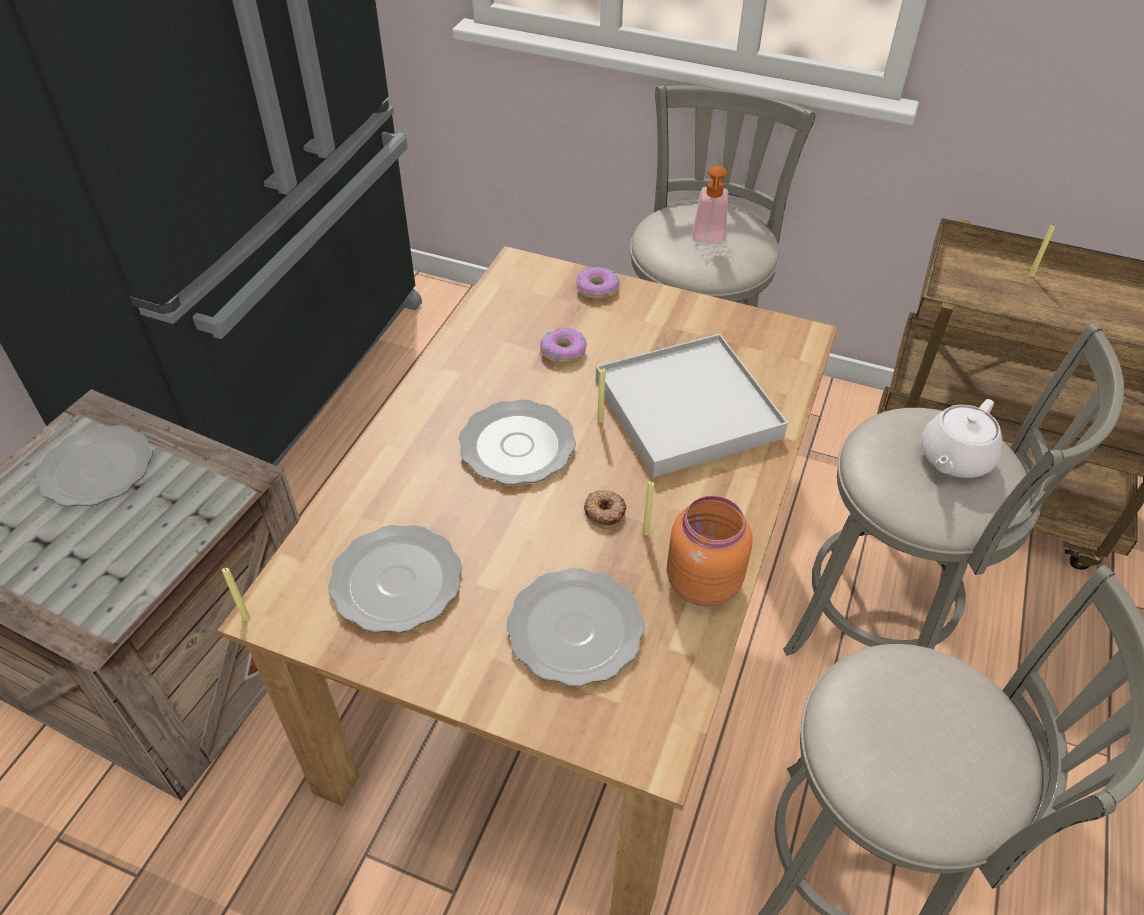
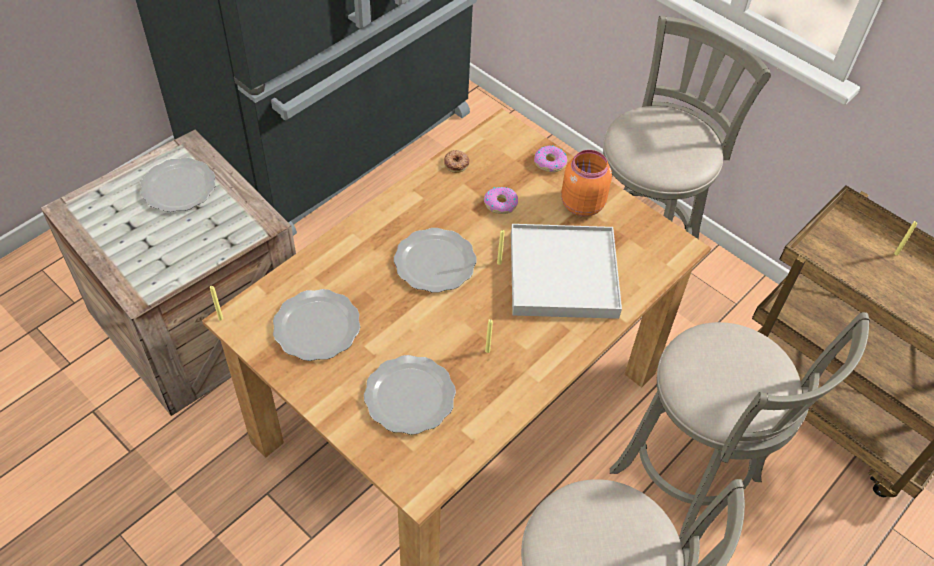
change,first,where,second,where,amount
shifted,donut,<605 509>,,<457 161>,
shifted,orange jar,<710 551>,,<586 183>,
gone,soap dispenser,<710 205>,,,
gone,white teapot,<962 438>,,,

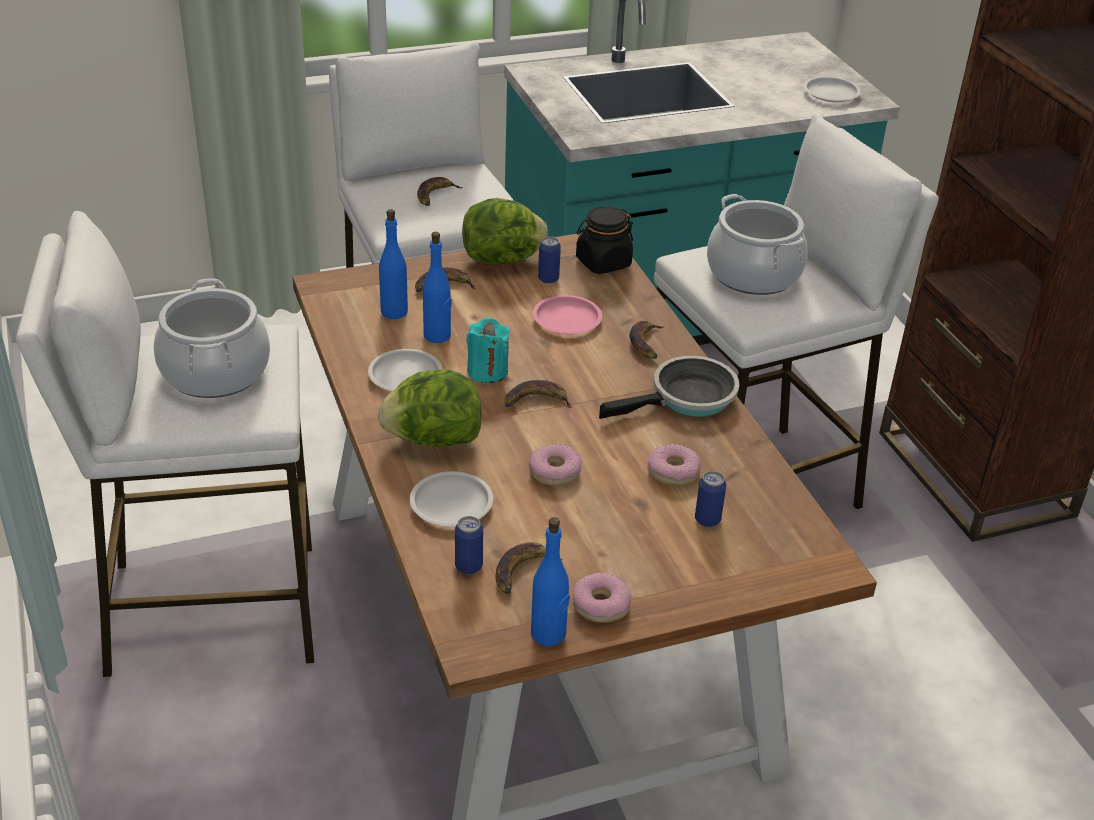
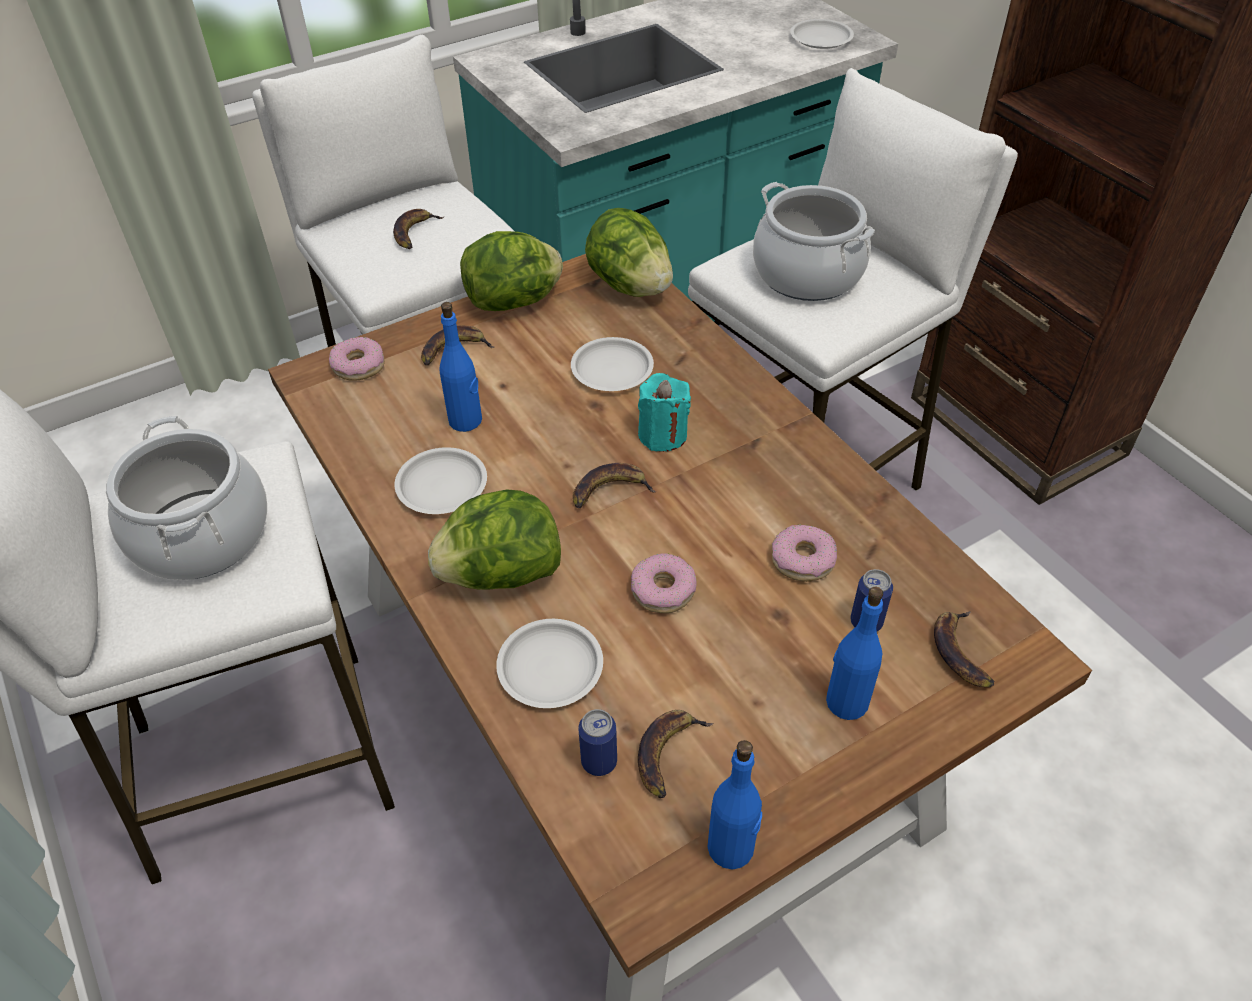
change,first,where,second,where,amount
shifted,donut,<602 598>,,<357 359>,
repainted,pink plate,<567 314>,white plate,<612 364>,
swapped,black jar,<604 240>,lettuce,<629 252>,
shifted,turquoise candle,<488 350>,,<664 412>,
shifted,blue bottle,<393 264>,,<854 653>,
shifted,banana,<647 340>,,<964 649>,
gone,can,<549 260>,,,
gone,frying pan,<669 387>,,,

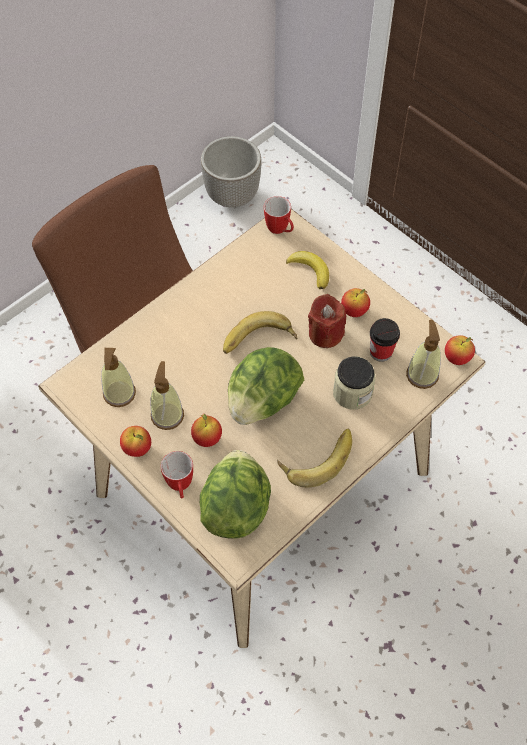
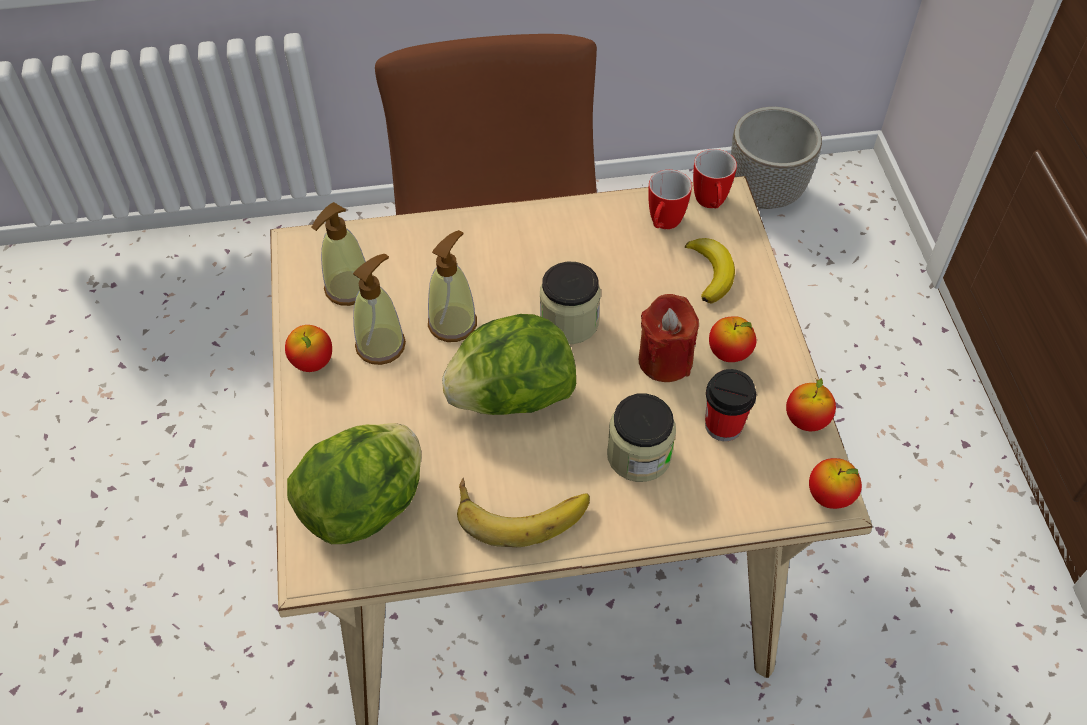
change,first,where,second,where,amount
shifted,soap dispenser,<423 354>,,<452 286>,
swapped,banana,<260 332>,jar,<570 303>,
shifted,mug,<177 474>,,<670 199>,
shifted,apple,<206 430>,,<811 404>,

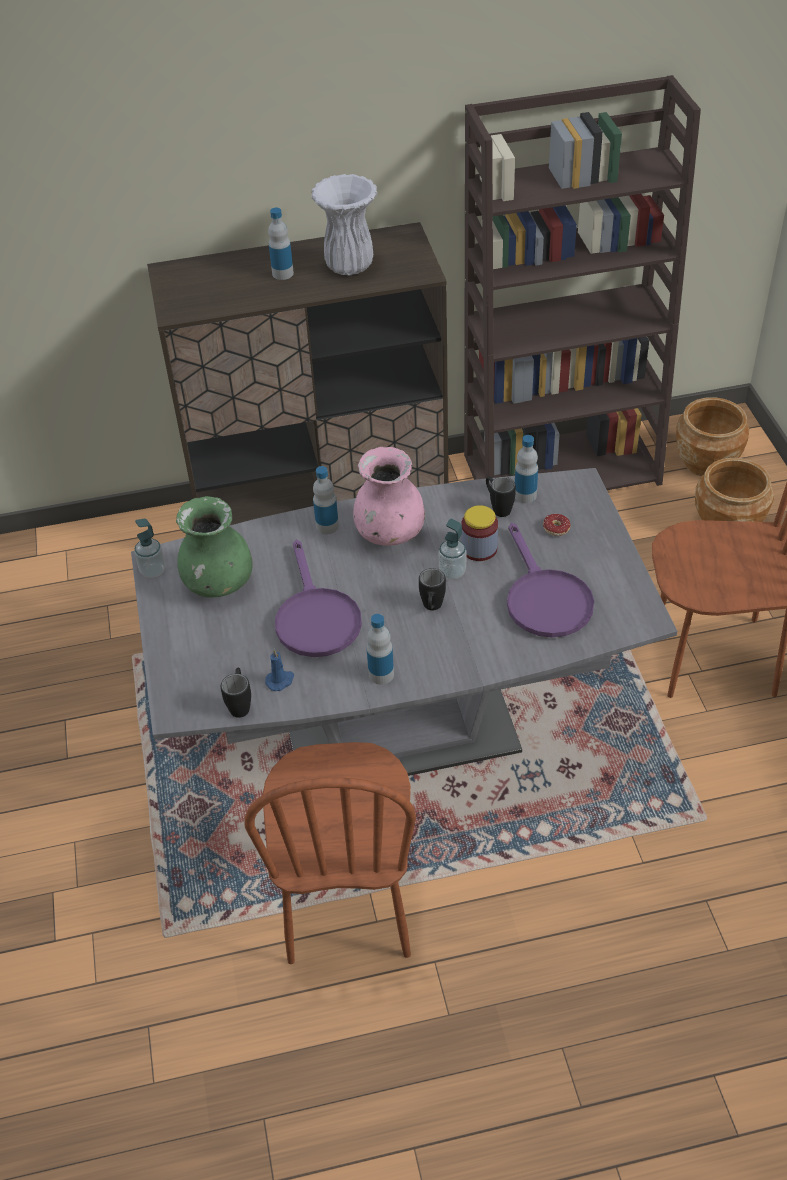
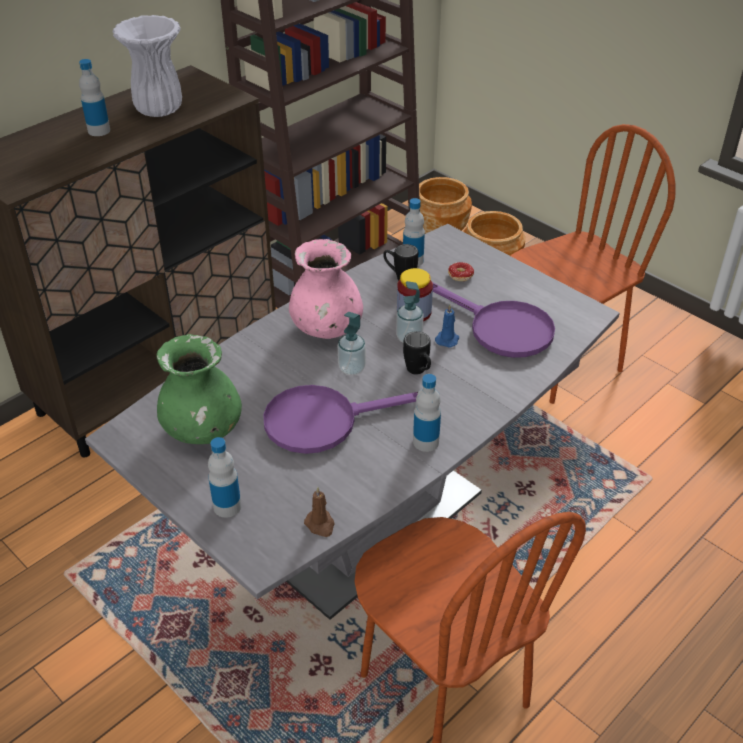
change,first,where,second,where,amount
shifted,bottle,<326 500>,,<224 477>,
rotated,purple frying pan,<318 598>,,<340 419>,120 degrees clockwise
swapped,black mug,<236 693>,brown candle,<319 512>,
shifted,soap dispenser,<149 548>,,<352 343>,
shifted,blue candle,<279 670>,,<447 326>,

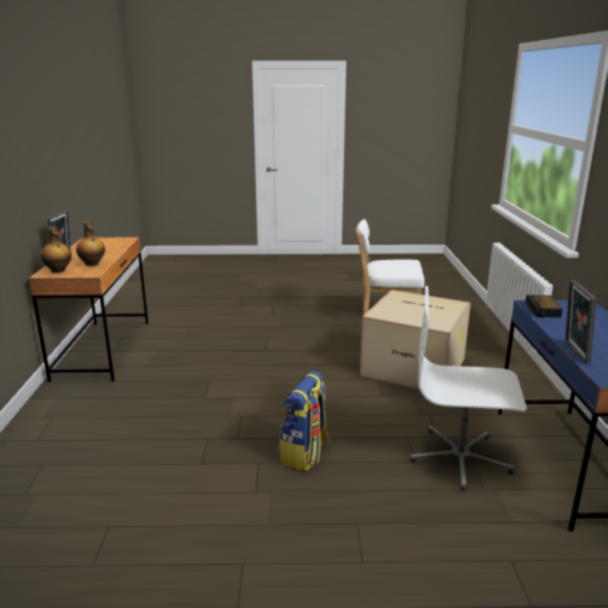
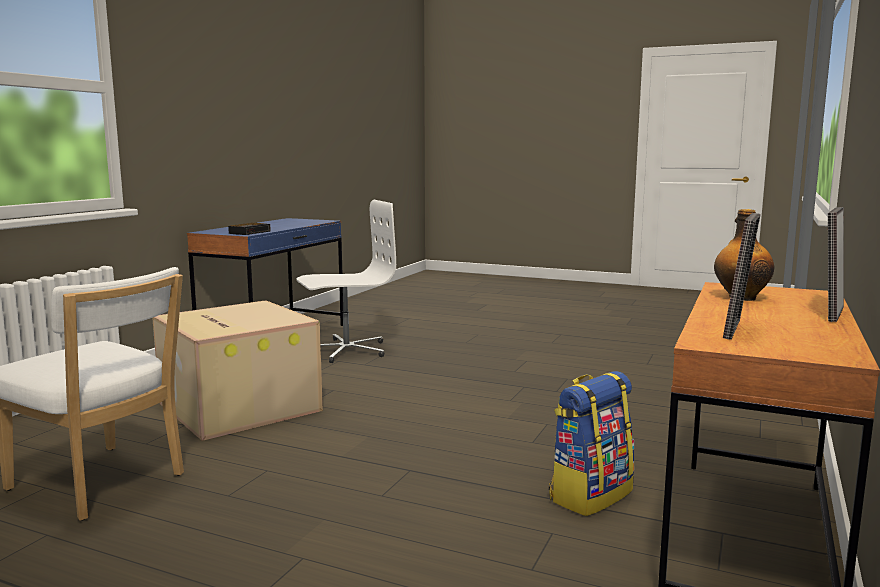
change,first,where,second,where,amount
rotated,white office chair,<468 388>,,<346 281>,60 degrees counterclockwise
shifted,backpack,<304 421>,,<592 443>,
shifted,picture frame,<580 322>,,<742 276>,
gone,bottle,<56 249>,,,

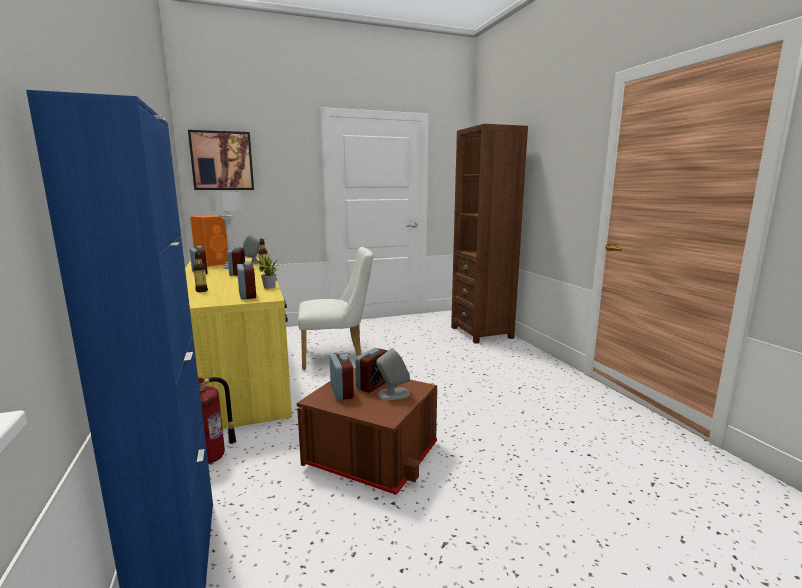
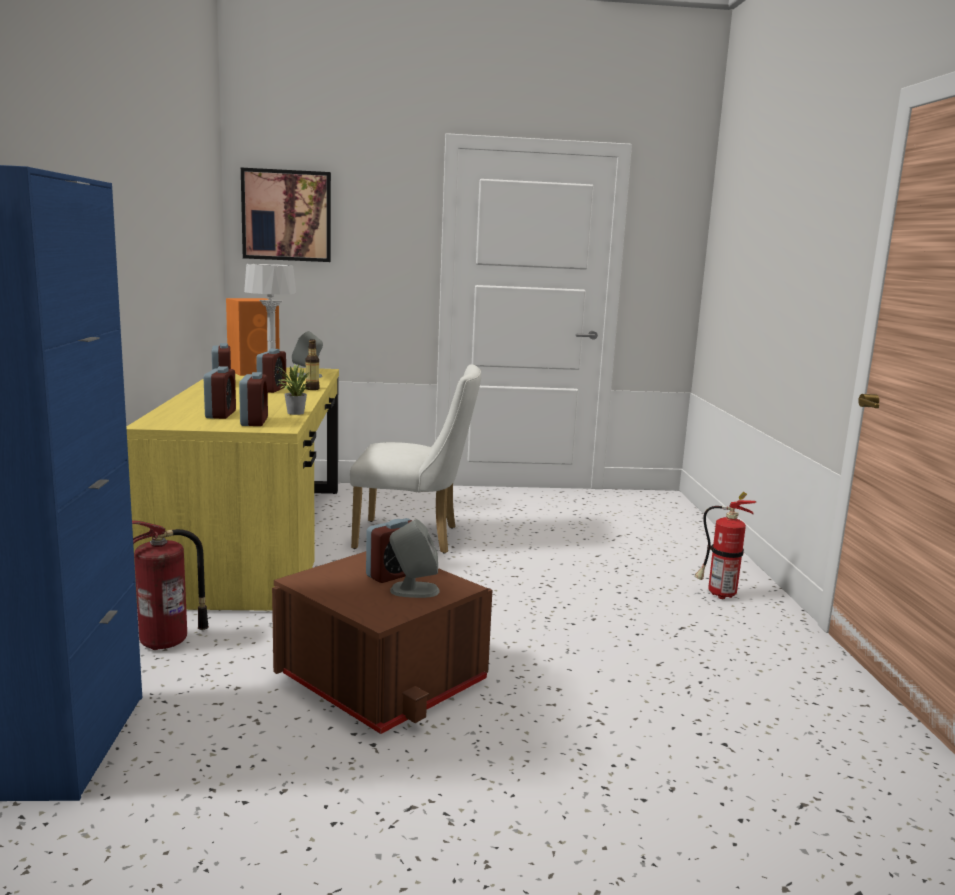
change,first,where,second,where,amount
shifted,alarm clock,<342 376>,,<220 392>,
new,,,fire extinguisher,<725 545>,
gone,bottle,<200 271>,,,
gone,brown bookcase,<489 234>,,,

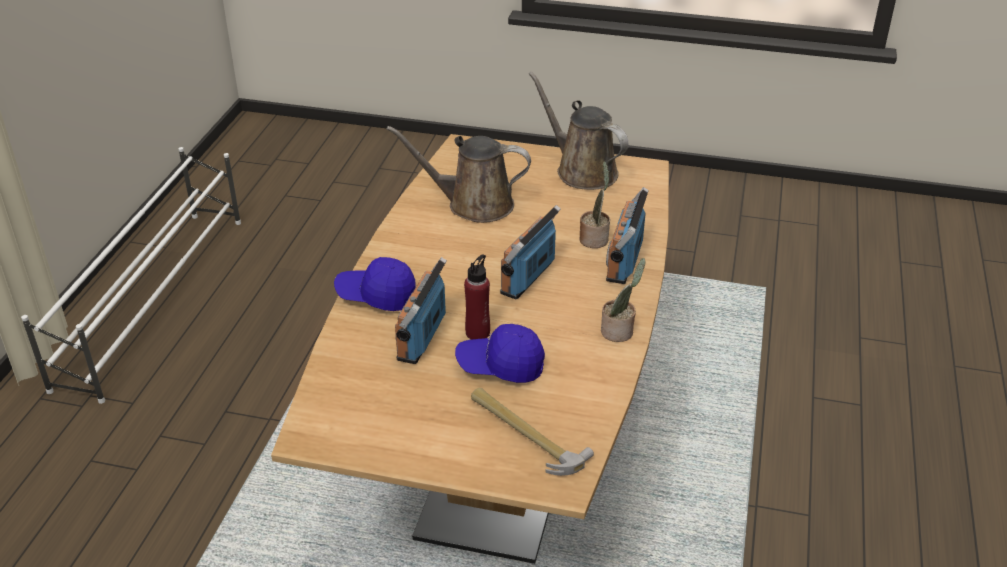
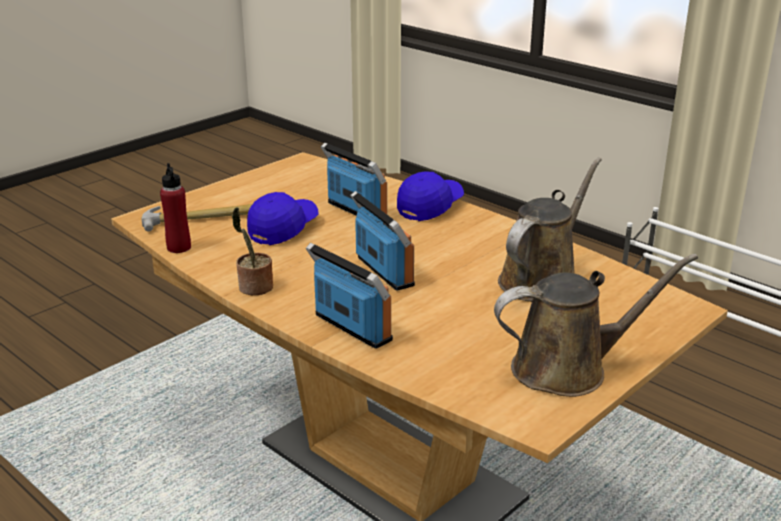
change,first,where,second,where,amount
shifted,red bottle,<477 297>,,<175 208>,
gone,potted plant,<594 204>,,,

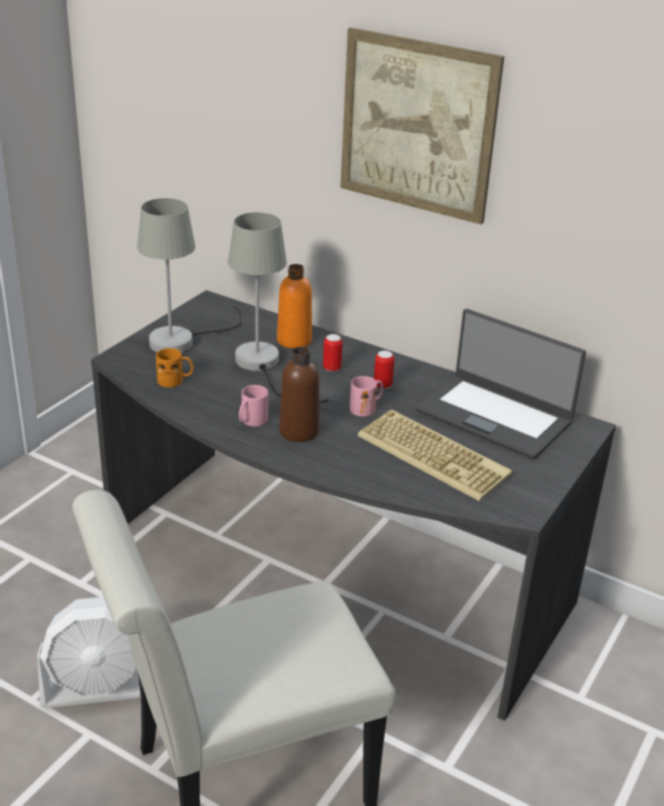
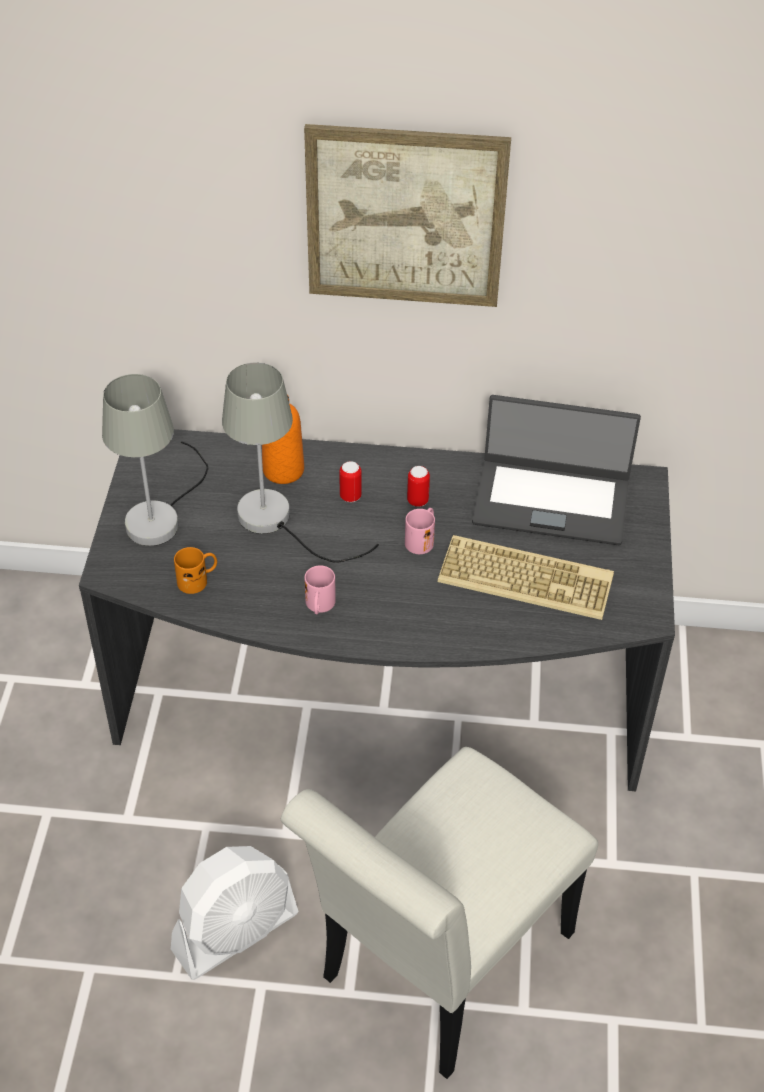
change,first,where,second,where,amount
gone,brown bottle,<299 394>,,,

